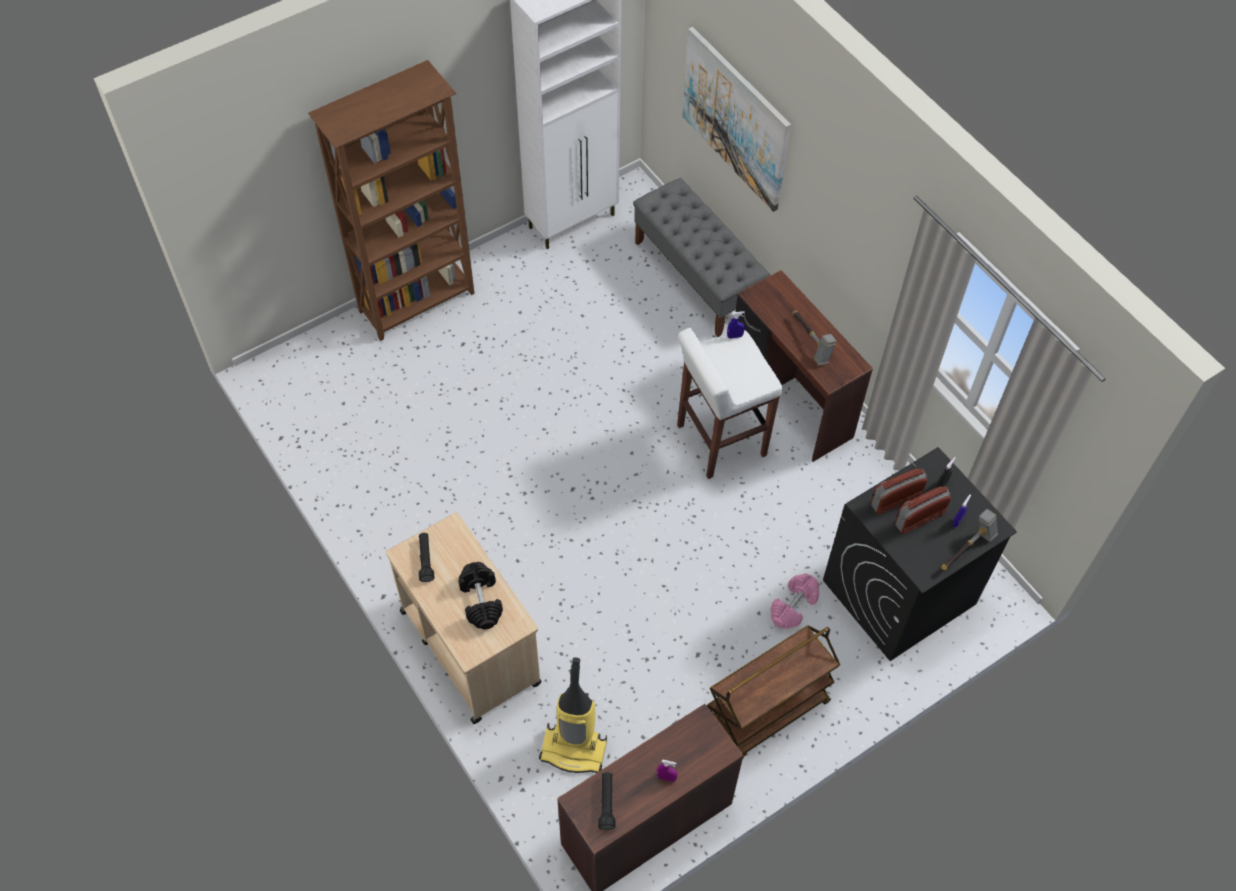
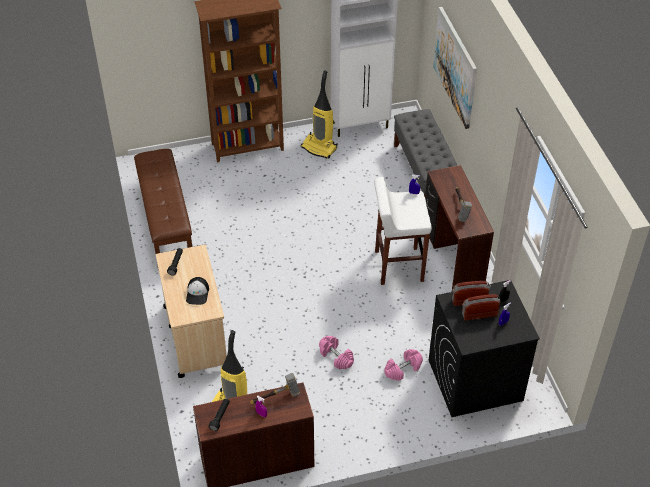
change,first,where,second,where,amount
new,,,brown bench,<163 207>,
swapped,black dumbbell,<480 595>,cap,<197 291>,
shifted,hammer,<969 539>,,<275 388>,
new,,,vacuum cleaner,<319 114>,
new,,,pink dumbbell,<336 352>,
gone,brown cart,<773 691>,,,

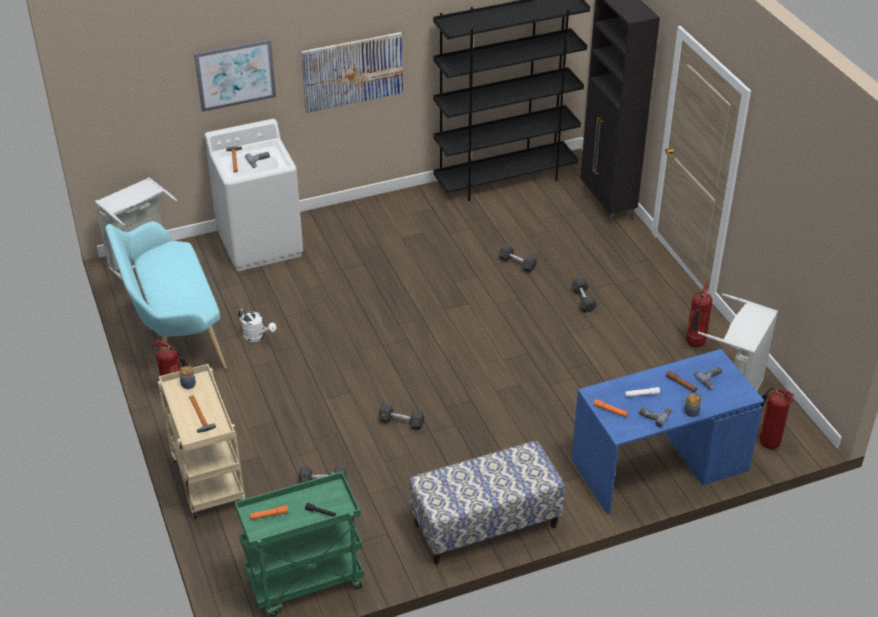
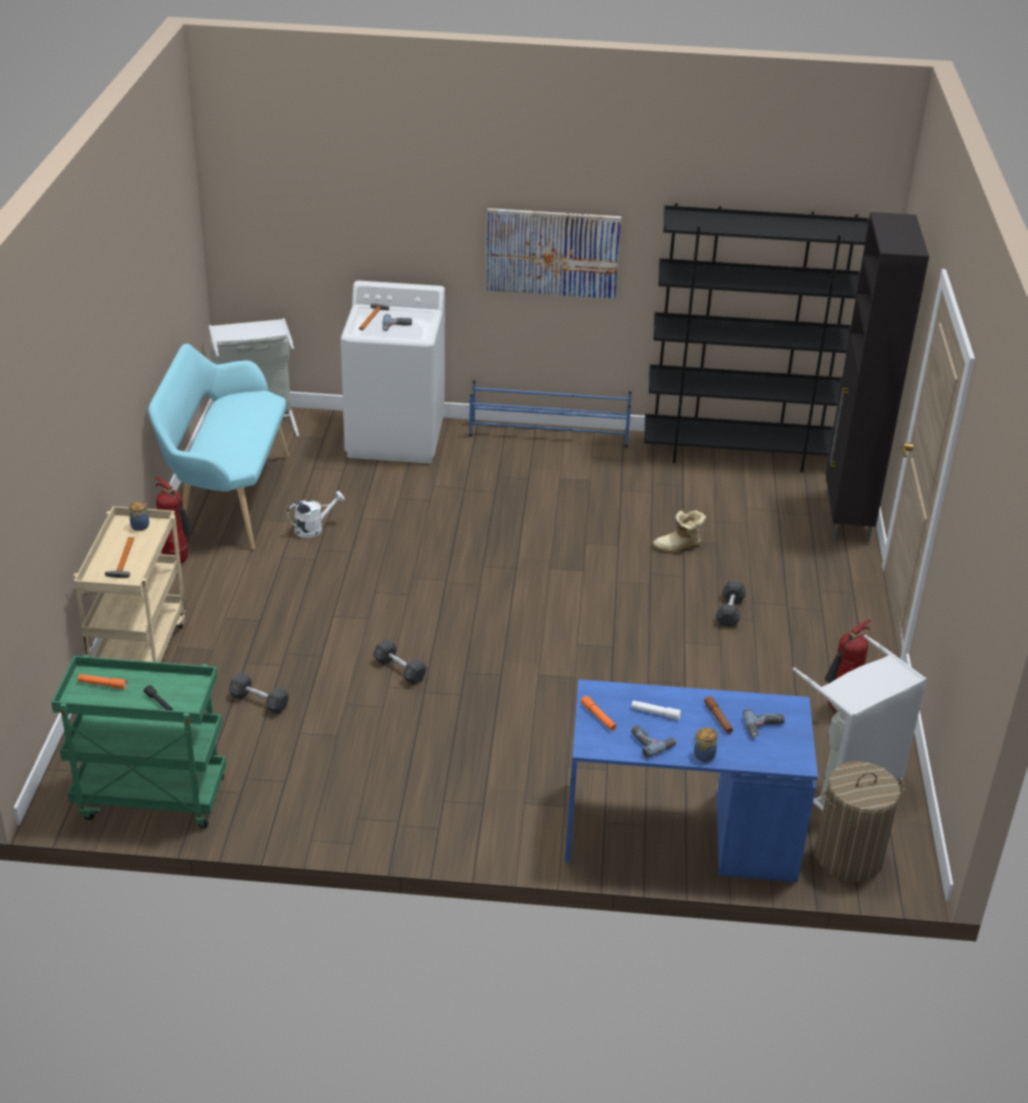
change,first,where,second,where,amount
rotated,white watering can,<257 325>,,<316 514>,90 degrees counterclockwise
new,,,blue shoe rack,<550 413>,
swapped,grey dumbbell,<518 258>,boot,<679 531>,
swapped,fire extinguisher,<777 418>,laundry basket,<860 821>,
gone,picture,<235 75>,,,
gone,bench,<487 503>,,,

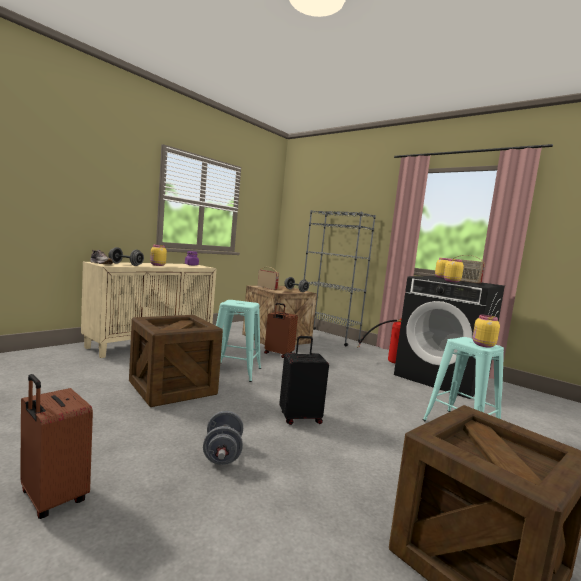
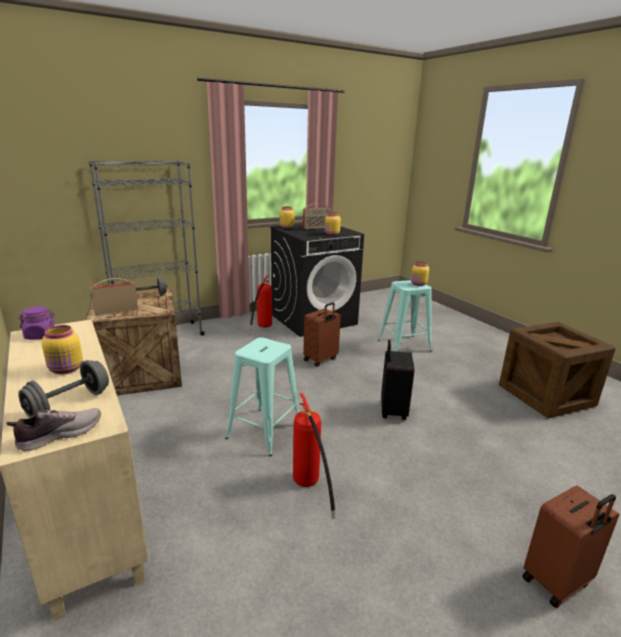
change,first,where,second,where,amount
swapped,crate,<176 361>,fire extinguisher,<314 456>,
shifted,brown suitcase,<281 330>,,<322 334>,
gone,grey dumbbell,<223 438>,,,

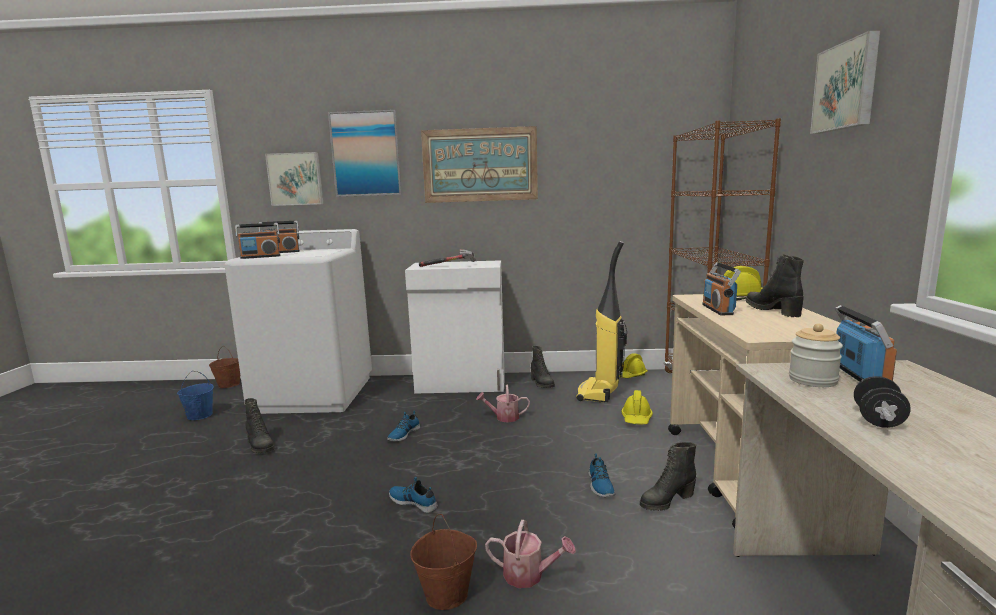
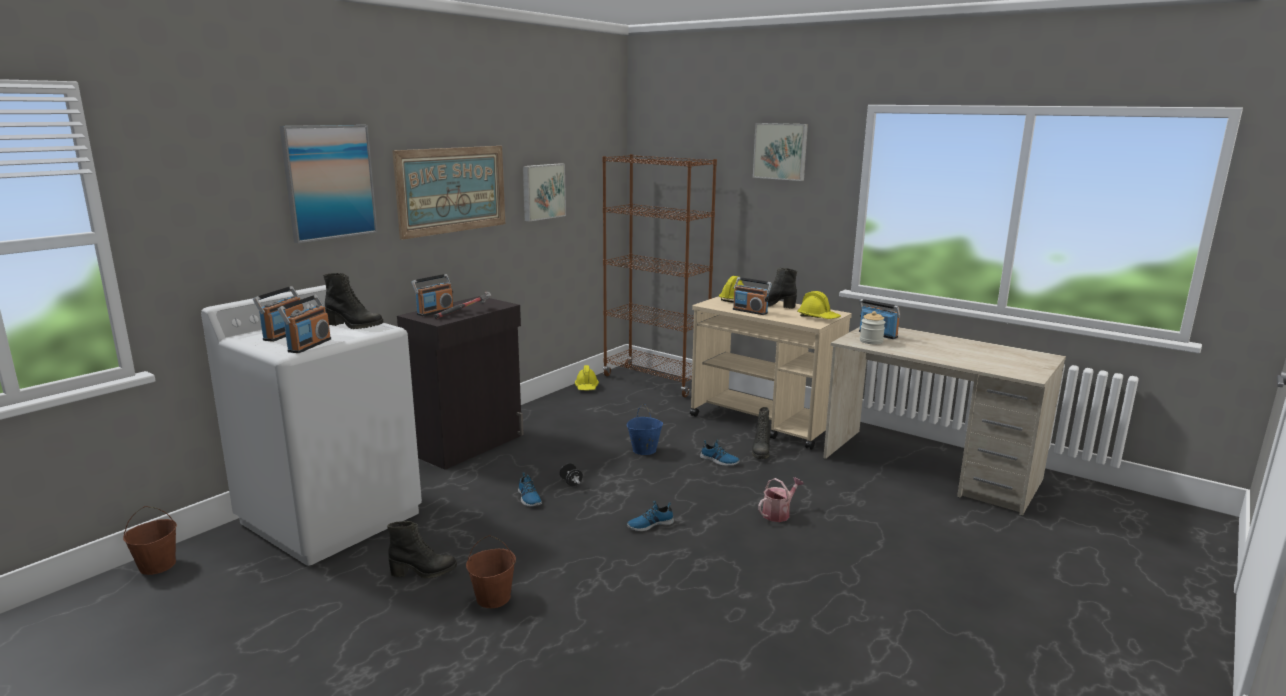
change,first,where,second,where,amount
shifted,black boot,<543 367>,,<353 301>,
repainted,white cabinet,<455 327>,black cabinet,<460 383>,
new,,,radio,<432 295>,
shifted,brown bucket,<443 562>,,<491 571>,
shifted,picture,<294 179>,,<544 192>,
shifted,black dumbbell,<882 402>,,<571 474>,
shifted,blue bucket,<195 395>,,<645 429>,
shifted,yellow hard hat,<637 407>,,<819 305>,
gone,watering can,<503 404>,,,
gone,vacuum cleaner,<601 321>,,,

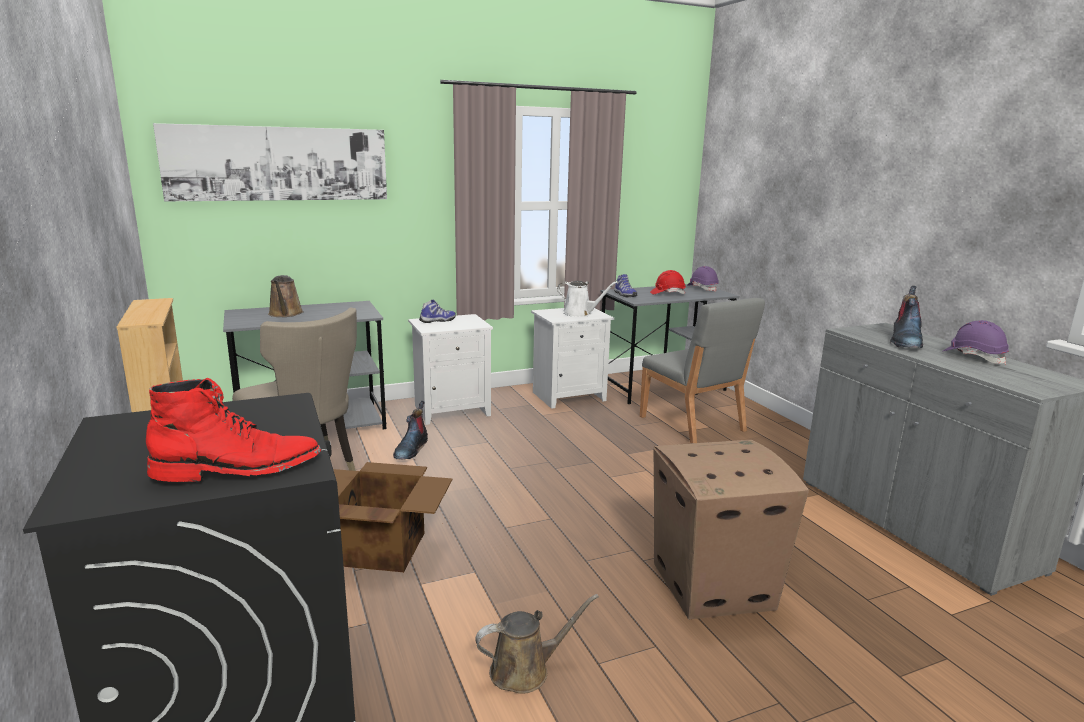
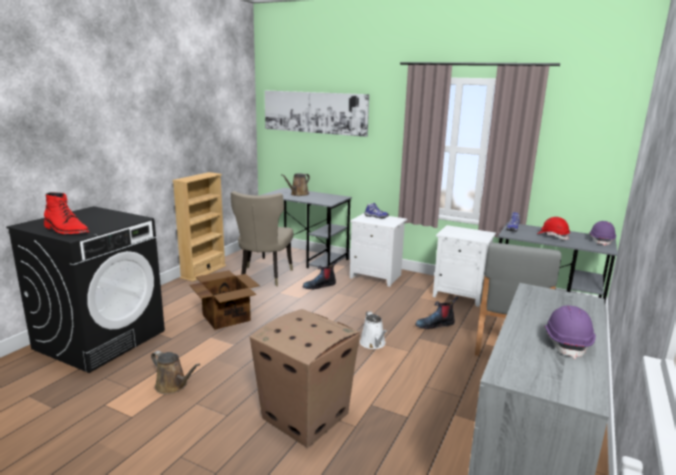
change,first,where,second,where,amount
shifted,white watering can,<587 299>,,<373 330>,
shifted,boot,<906 317>,,<436 313>,

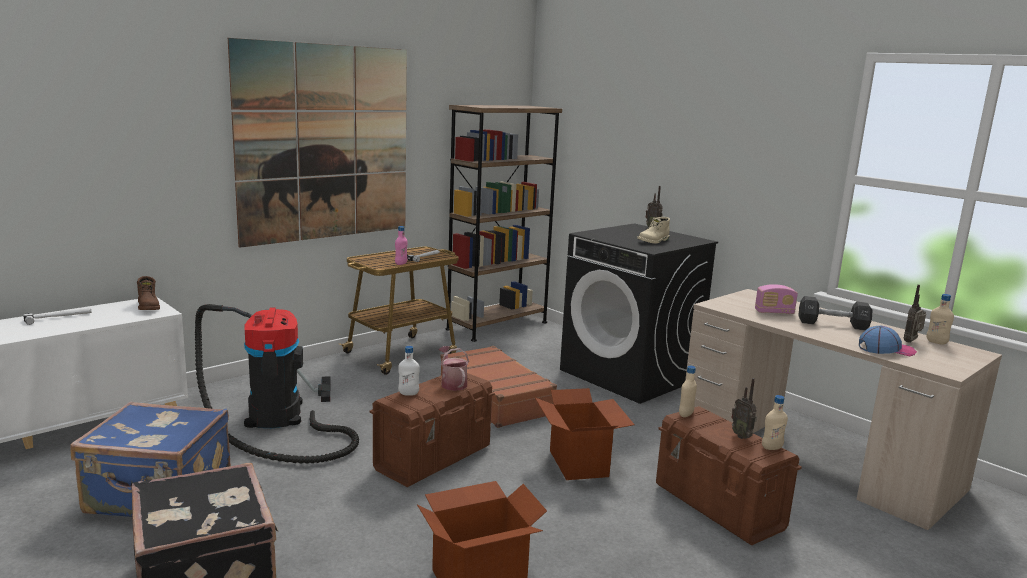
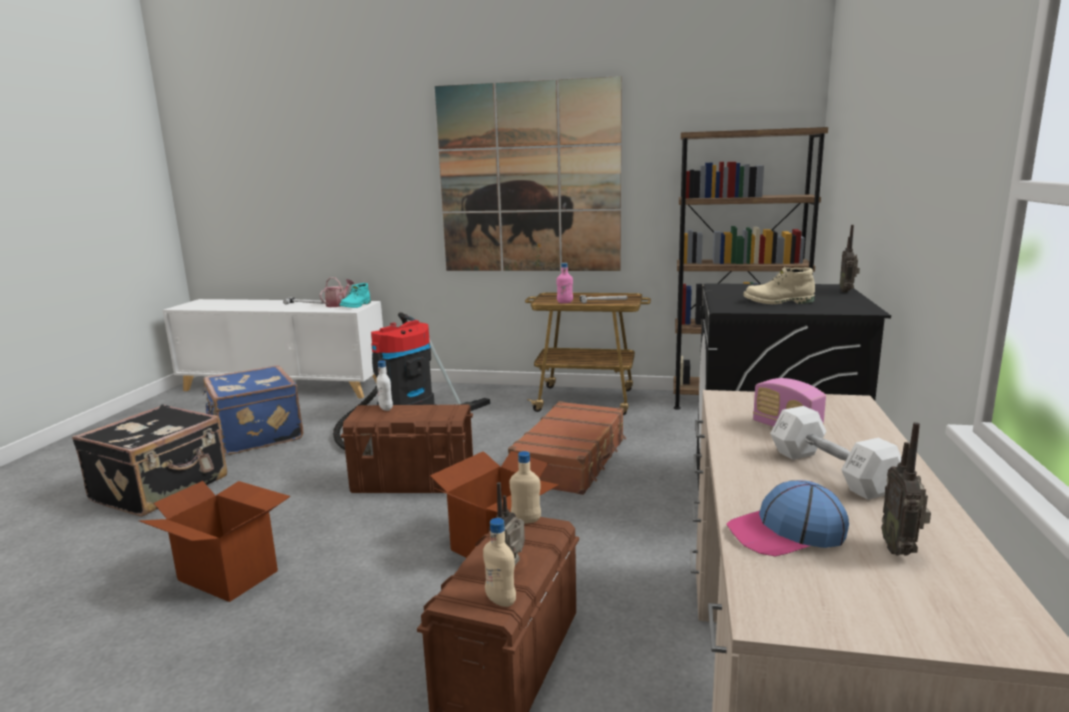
change,first,where,second,where,amount
shifted,watering can,<454 368>,,<337 292>,
repainted,brown boot,<148 293>,turquoise boot,<355 295>,
rotated,cap,<888 341>,,<788 518>,120 degrees clockwise
repainted,black dumbbell,<835 313>,white dumbbell,<835 453>,
rotated,radio,<915 314>,,<906 489>,90 degrees counterclockwise
gone,beige bottle,<940 319>,,,

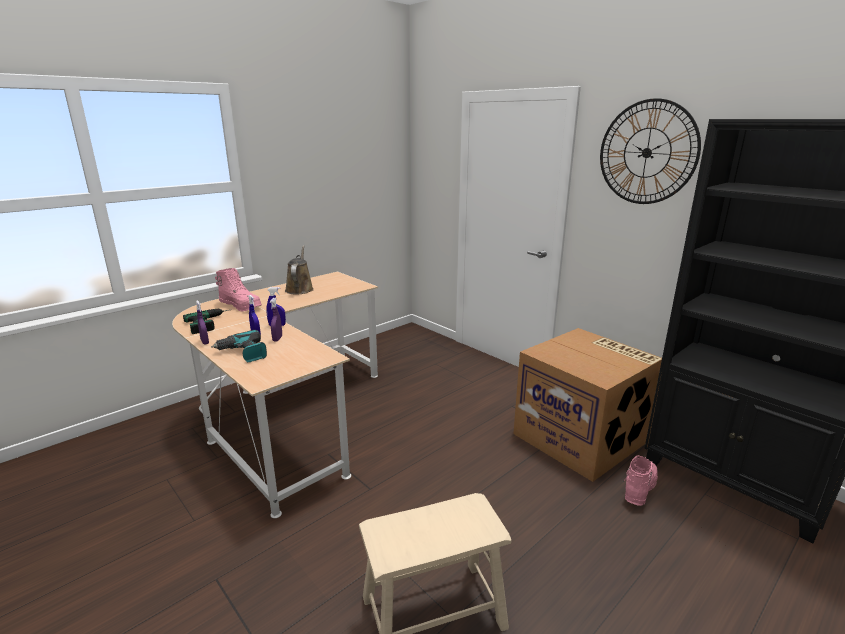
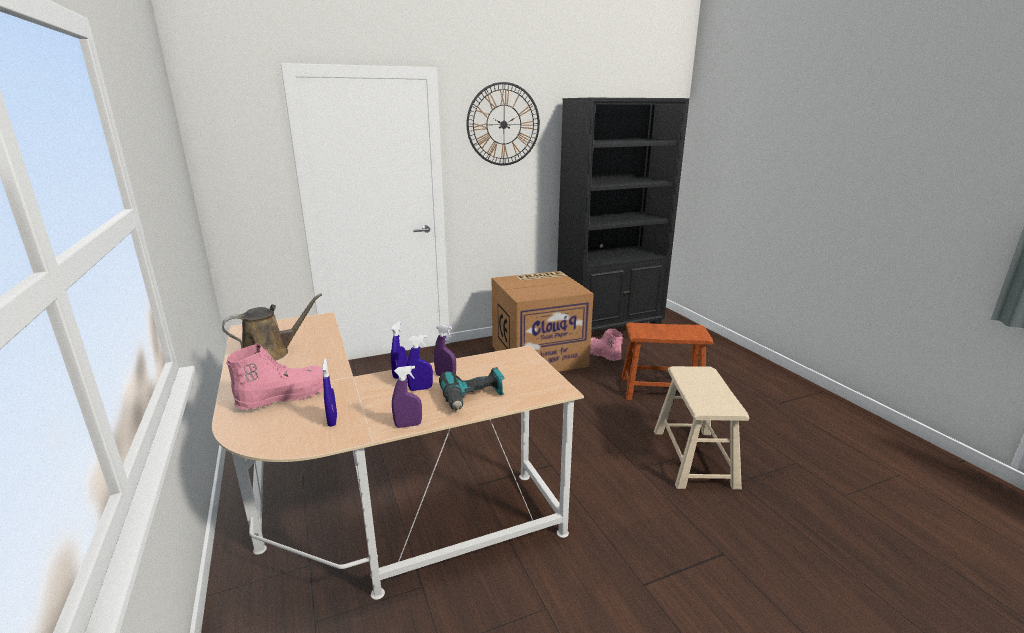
change,first,where,second,where,amount
rotated,brown watering can,<299 269>,,<272 327>,135 degrees clockwise
swapped,power drill,<207 321>,blue spray bottle,<329 392>,
new,,,brown stool,<667 361>,

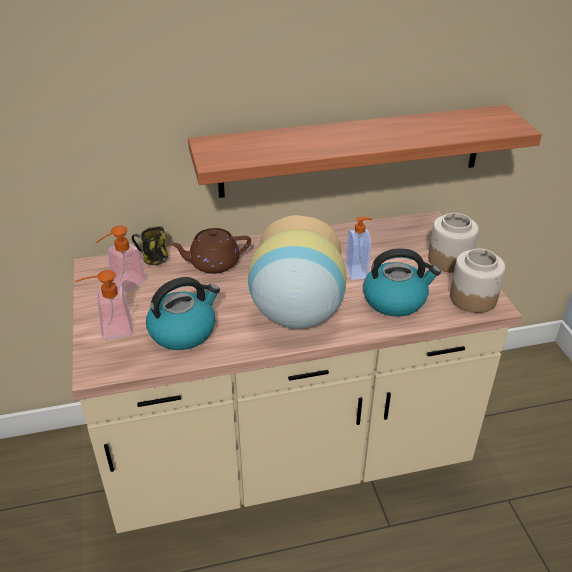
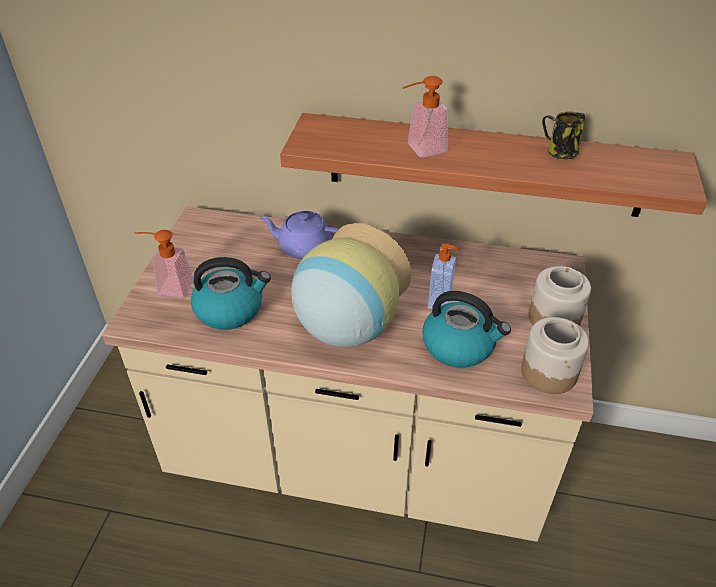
change,first,where,second,where,amount
repainted,brown teapot,<210 251>,purple teapot,<299 235>,
shifted,soap dispenser,<121 258>,,<425 117>,
shifted,mug,<150 245>,,<563 135>,

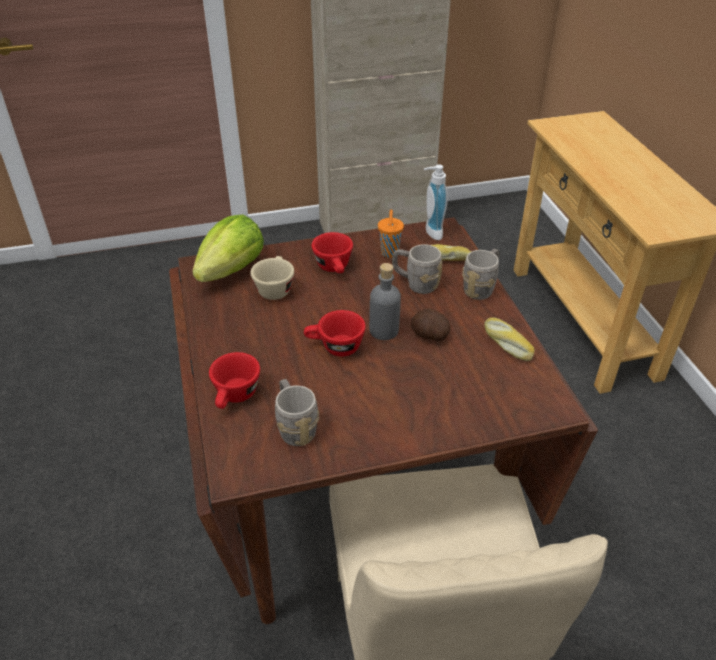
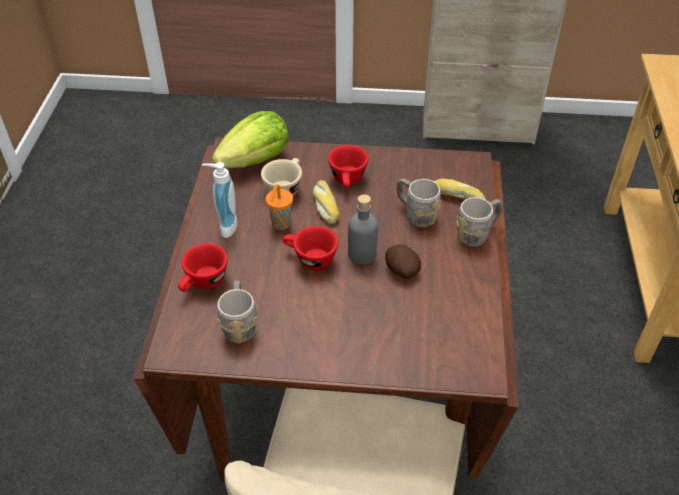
change,first,where,second,where,amount
shifted,soap dispenser,<435 202>,,<220 200>,
shifted,orange cup,<391 234>,,<279 207>,
shifted,bread,<509 339>,,<326 202>,

